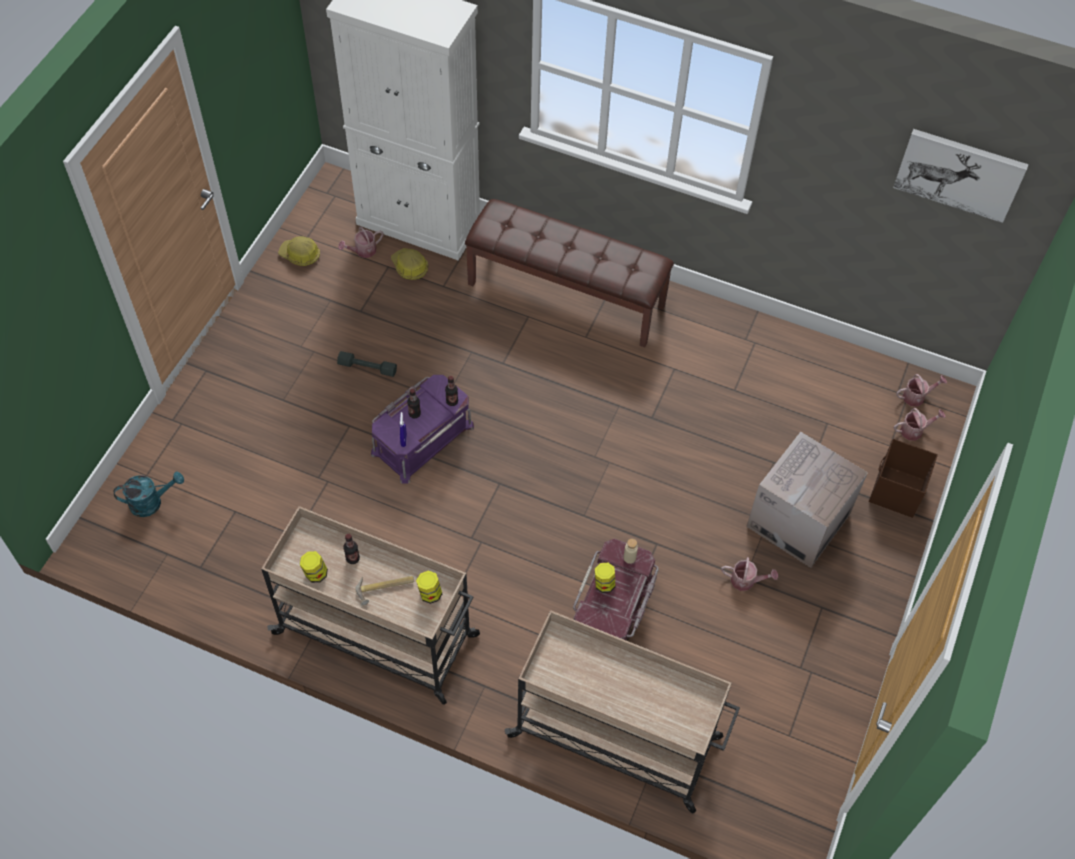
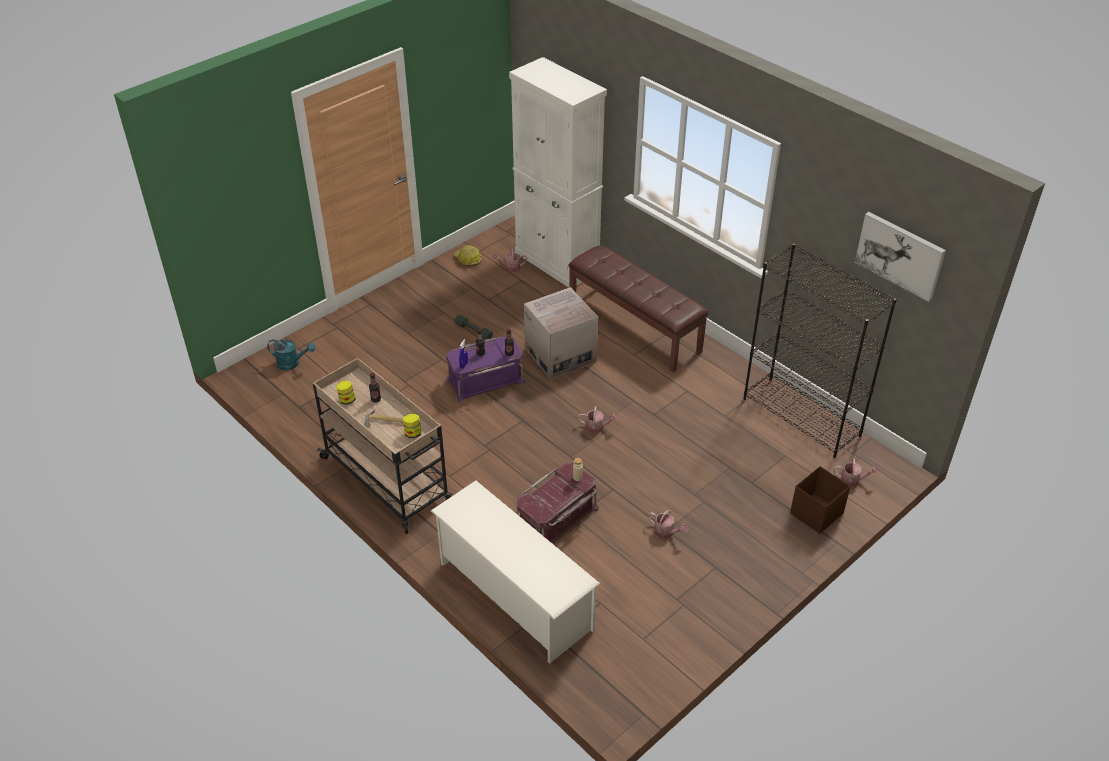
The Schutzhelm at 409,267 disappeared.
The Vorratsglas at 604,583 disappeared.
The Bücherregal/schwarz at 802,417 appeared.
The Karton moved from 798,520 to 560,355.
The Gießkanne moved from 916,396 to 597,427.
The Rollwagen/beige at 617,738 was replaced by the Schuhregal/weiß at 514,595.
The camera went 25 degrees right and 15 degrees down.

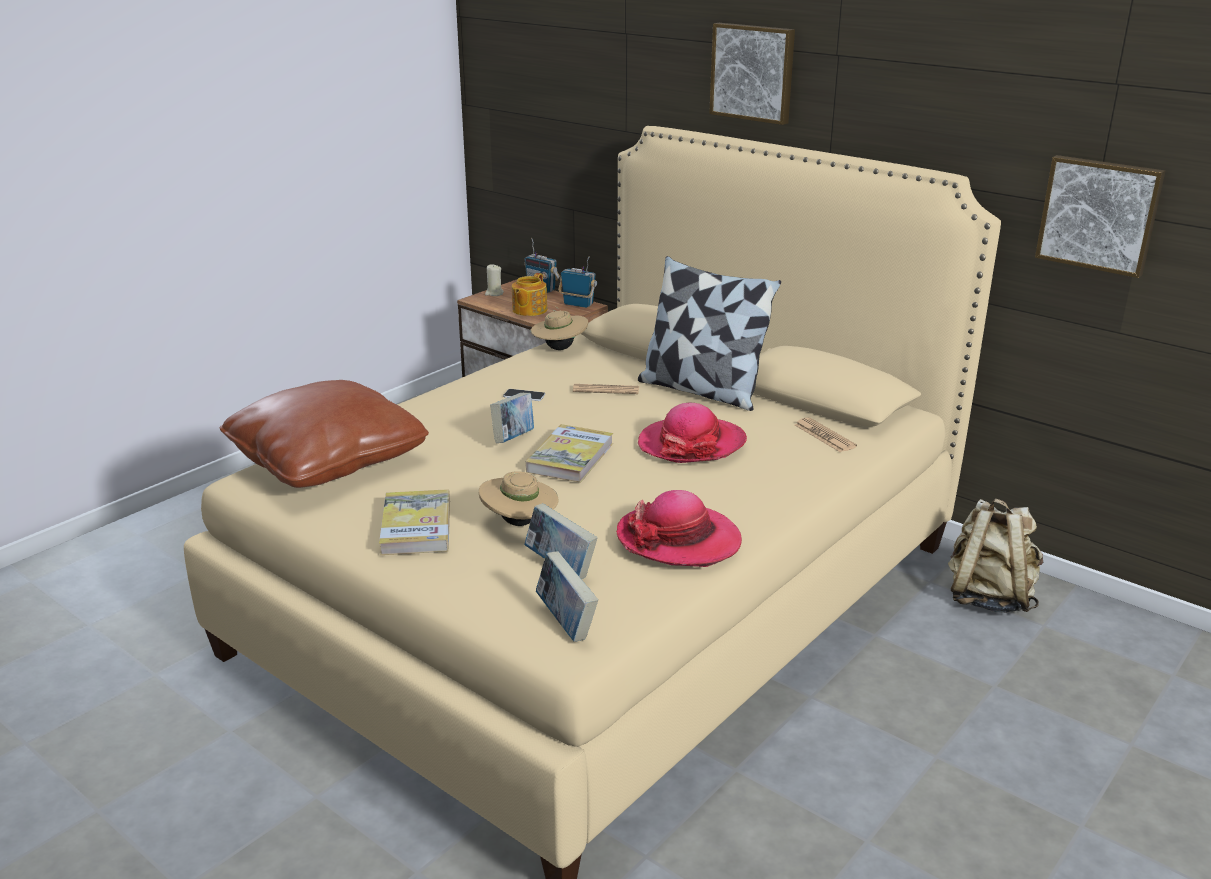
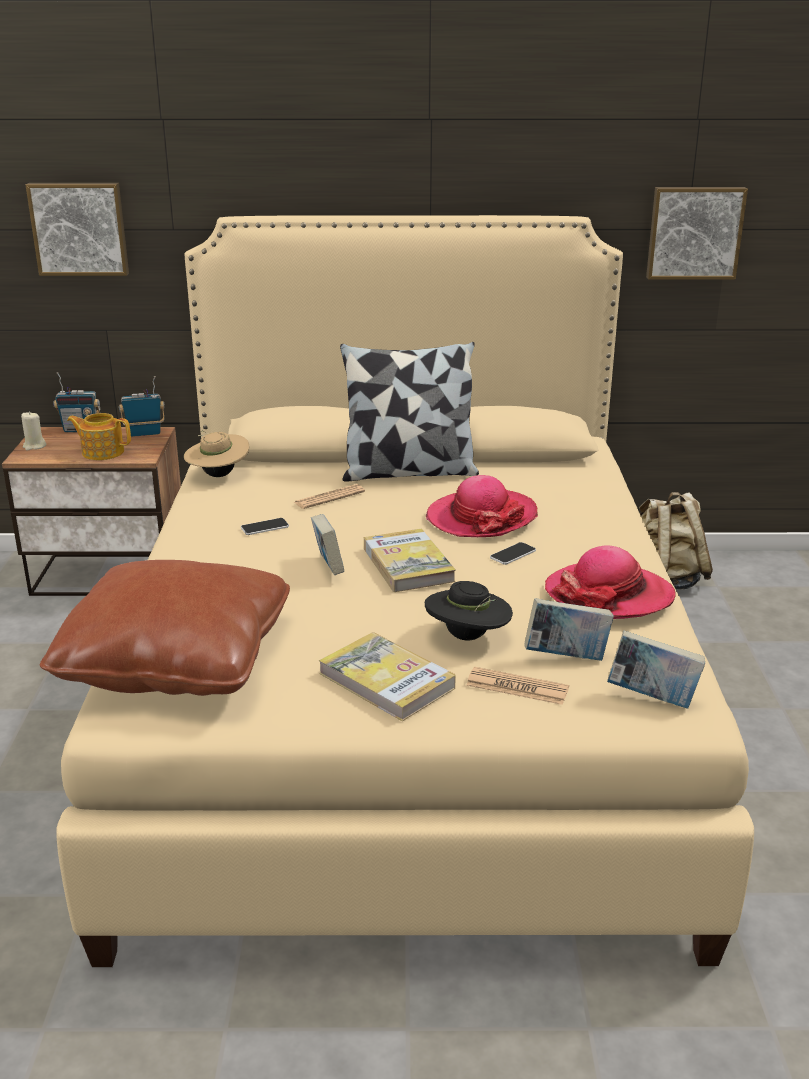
The Handy at 513,554 appeared.
The Bild moved from 753,72 to 79,228.
The Zeitung moved from 824,436 to 517,687.
The Hut/beige at 519,523 became the Hut/schwarz at 467,637.
The Teekanne at 529,310 turned 120 degrees clockwise.
The camera went 40 degrees left and 0 degrees up.

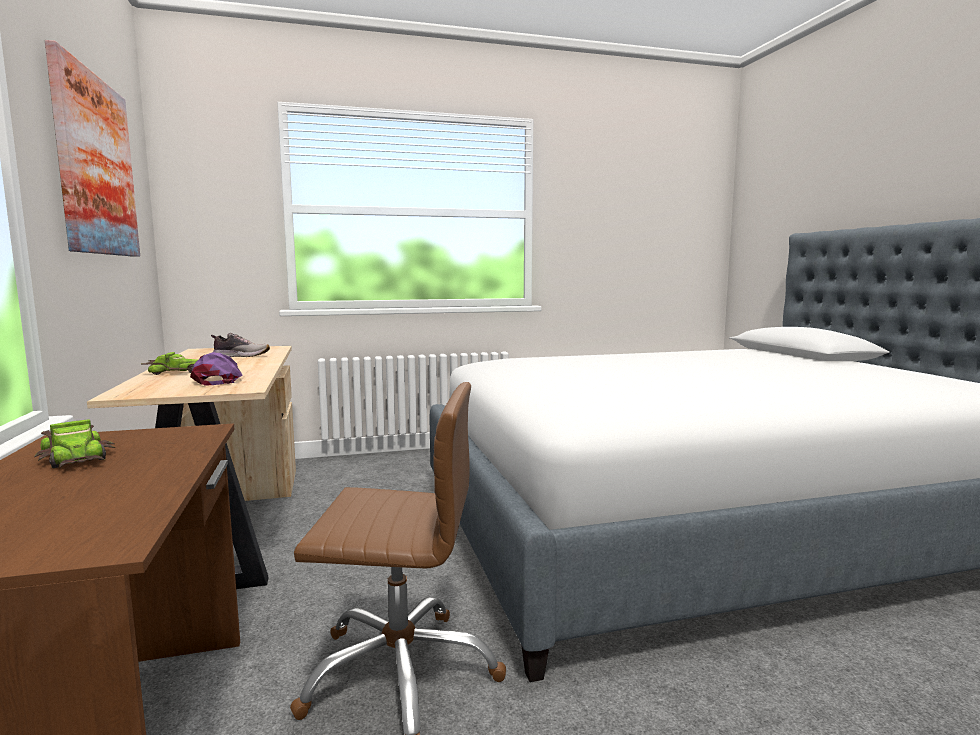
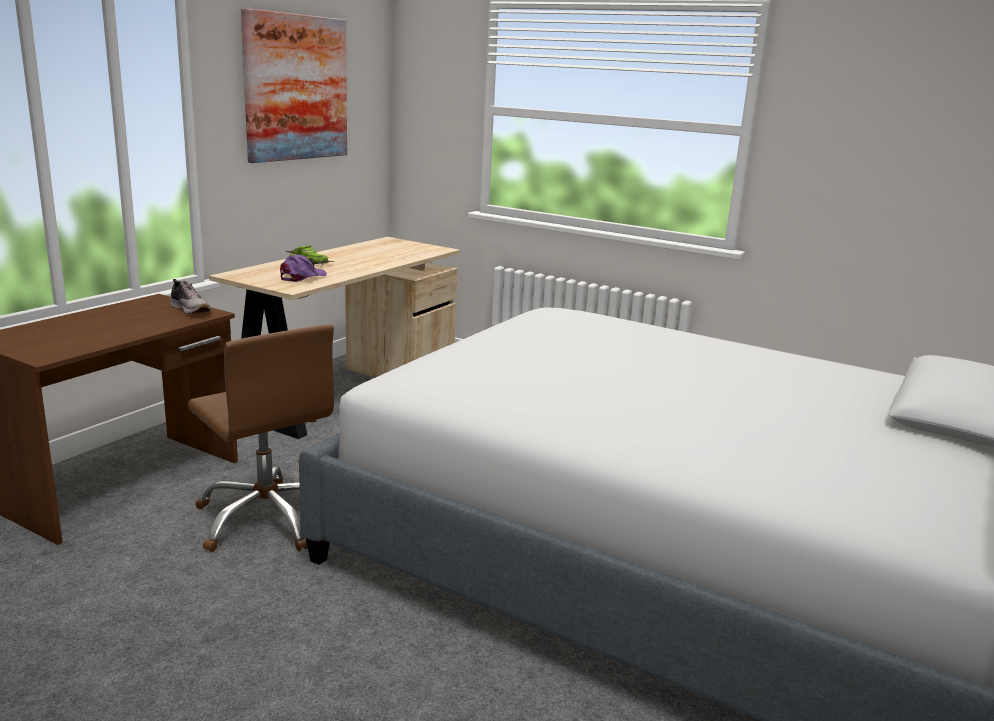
The Spielzeugauto at 76,457 disappeared.
The Schuh moved from 241,356 to 191,310.
The camera went 45 degrees right and 10 degrees up.

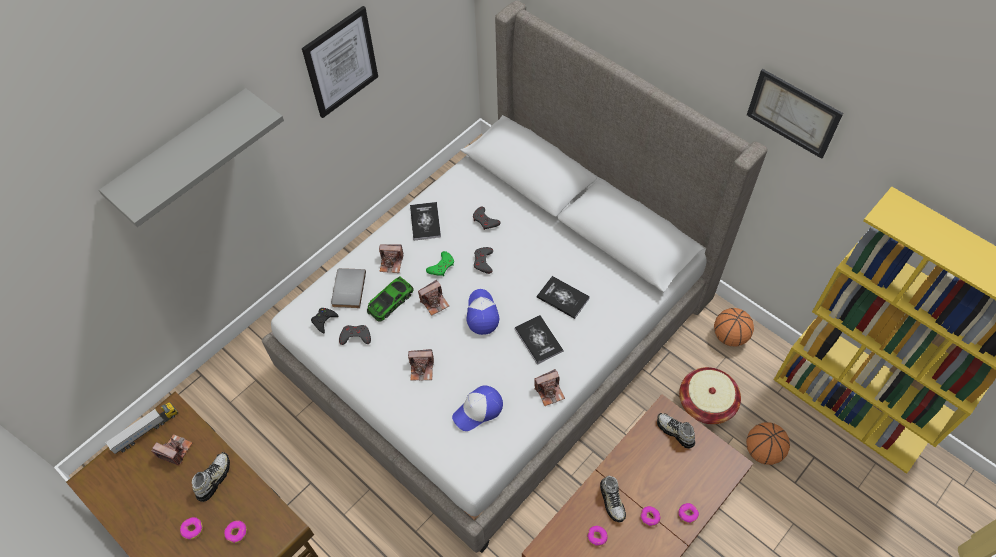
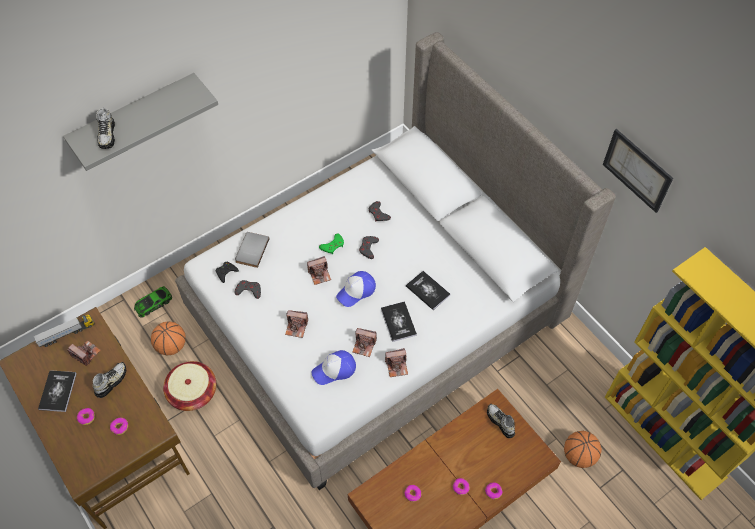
The Bild at 341,62 disappeared.
The Spielzeugauto moved from 390,301 to 153,303.
The Kamera moved from 391,263 to 364,345.
The Buch moved from 425,221 to 58,391.
The Schuh moved from 612,501 to 107,135.
The Korb moved from 706,403 to 192,392.
The Basketball moved from 729,336 to 171,346.
The Kappe at 481,313 turned 135 degrees counterclockwise.
The camera went 10 degrees right and 0 degrees up.

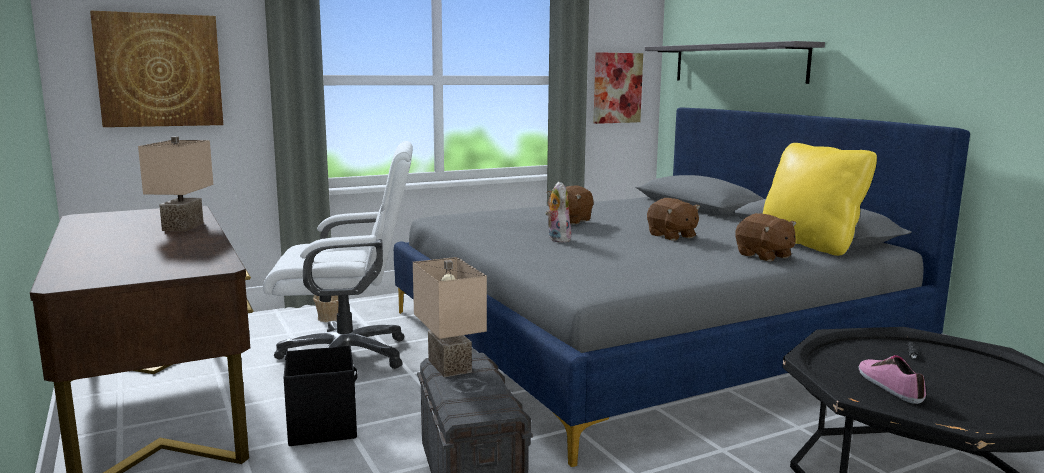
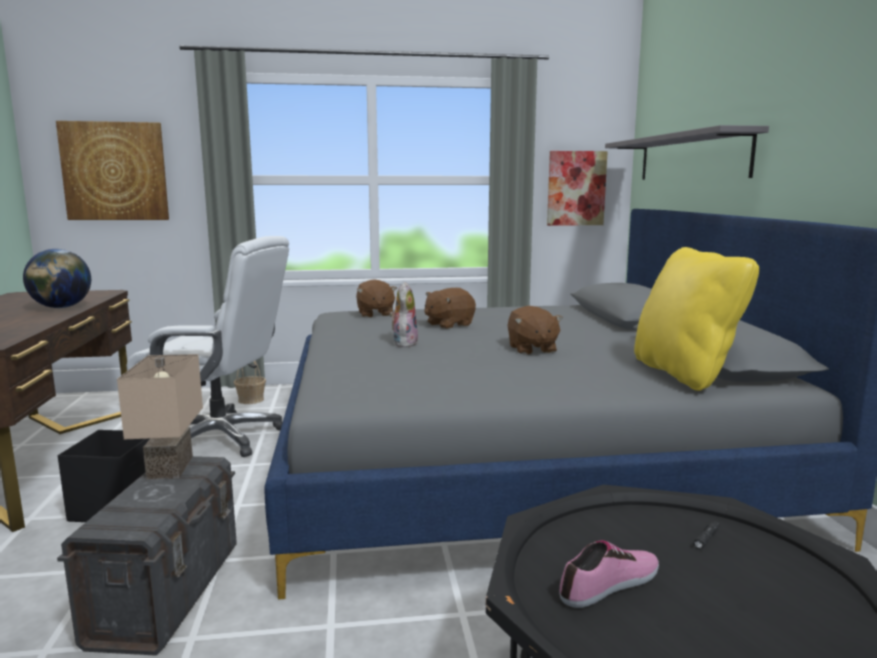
The Plüschtier/braun moved from 764,256 to 375,314.
The Tischlampe/beige at 185,227 was replaced by the Globus at 61,307.
The Schuh at 890,385 turned 45 degrees clockwise.
The camera went 20 degrees right and 0 degrees up.

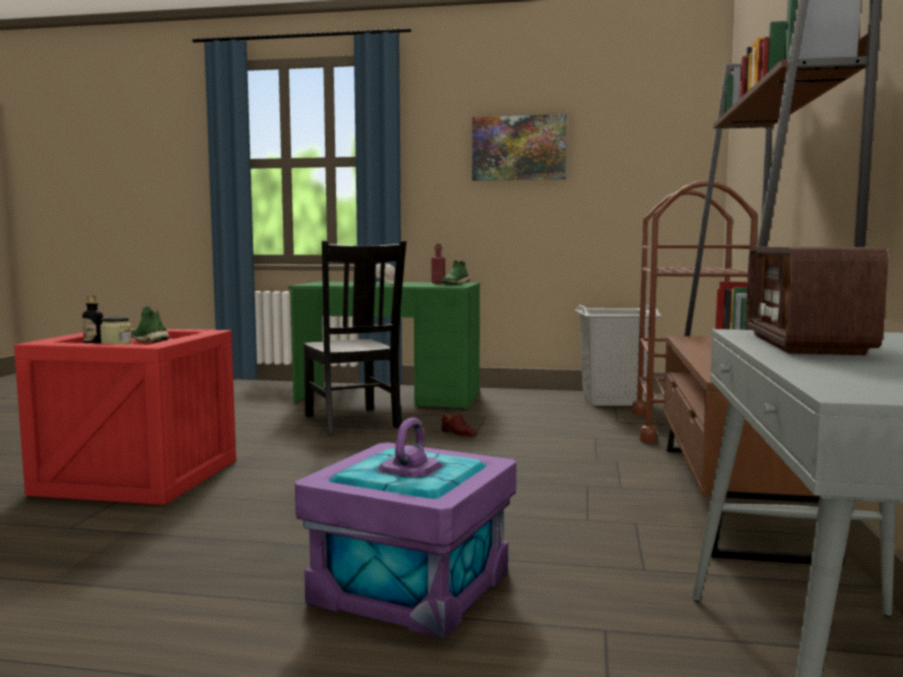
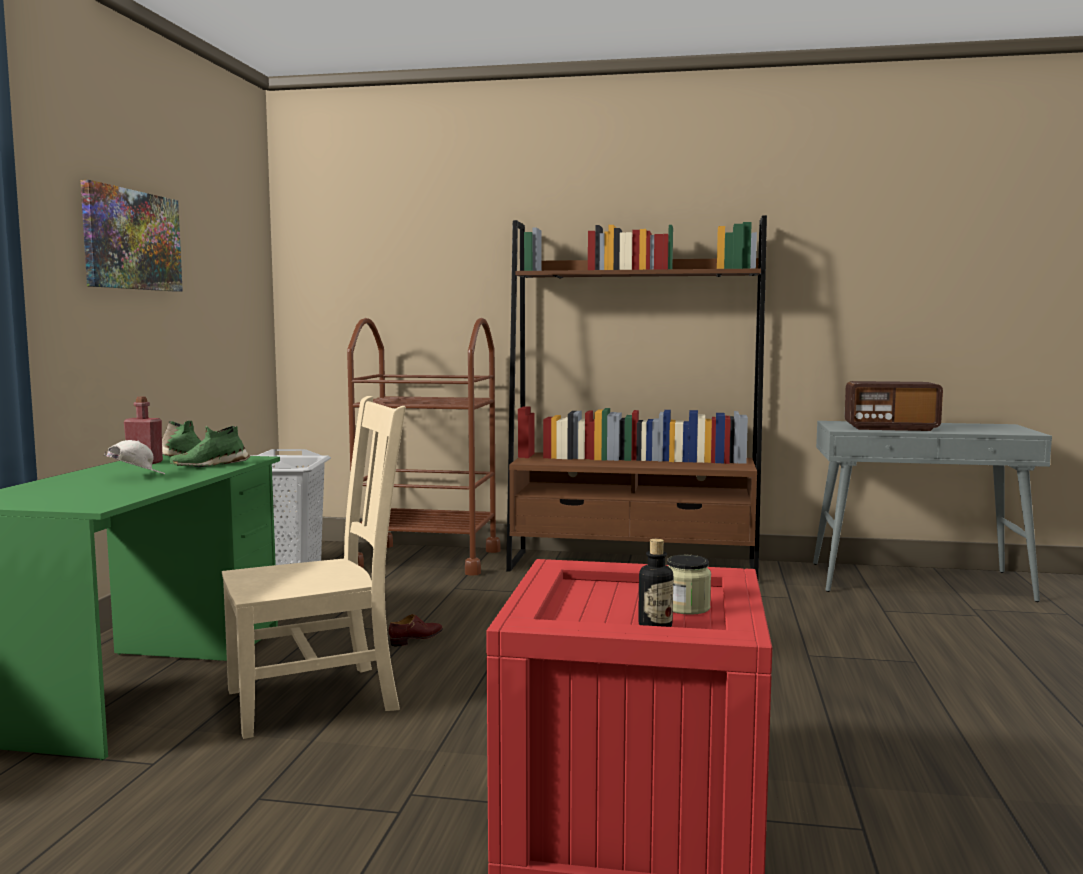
The Aufbewahrungsbox/lila at 412,588 disappeared.
The Schuh/grün moved from 151,341 to 209,465.
The Stuhl/schwarz at 352,422 became the Stuhl/beige at 318,699.
The camera went 90 degrees left and 0 degrees up.

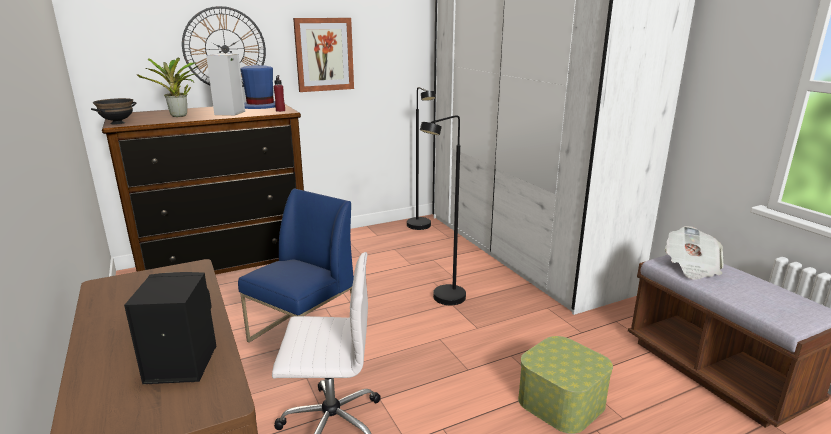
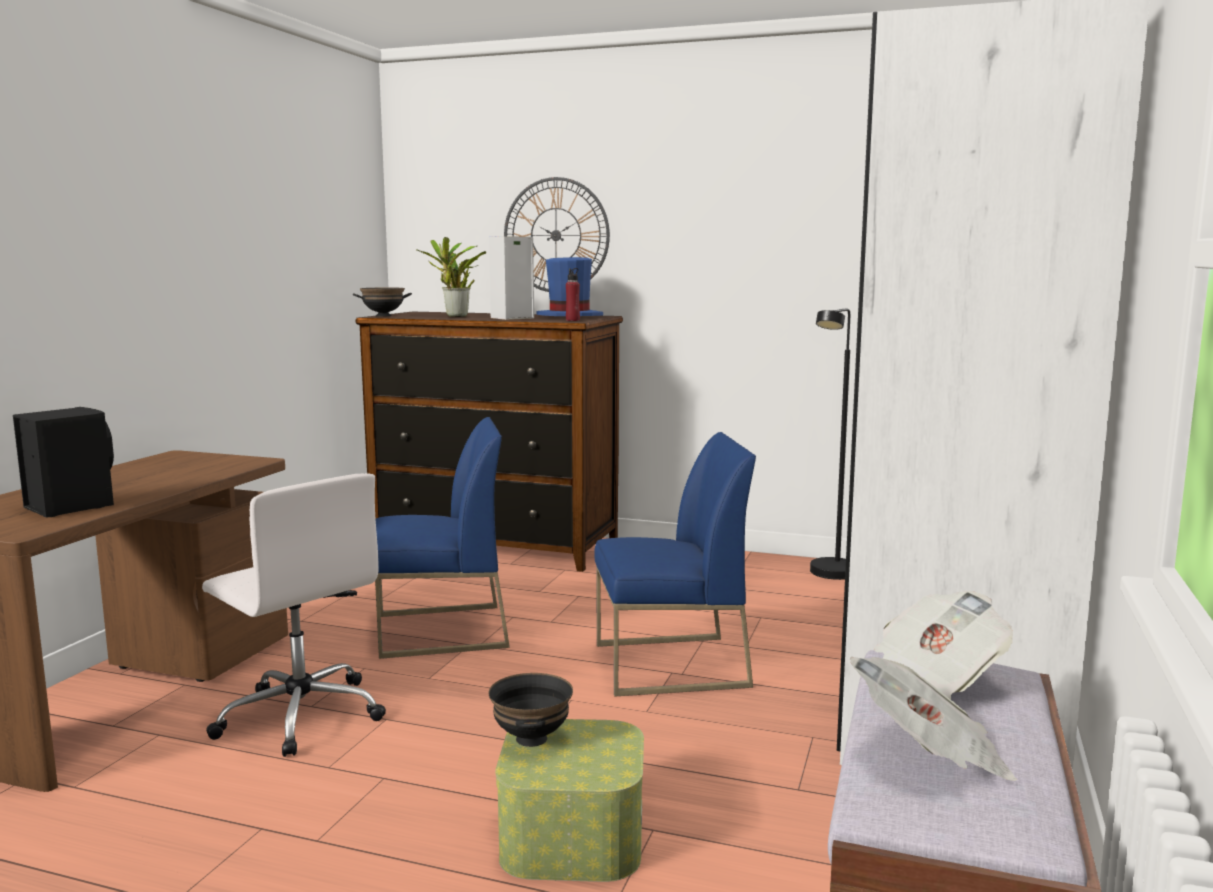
The Bild at 324,54 disappeared.
The Schüssel/schwarz at 530,739 appeared.
The Zeitung at 930,756 appeared.
The Stehlampe/schwarz at 444,301 was replaced by the Stuhl/blau at 669,666.
The camera went 45 degrees right and 10 degrees down.

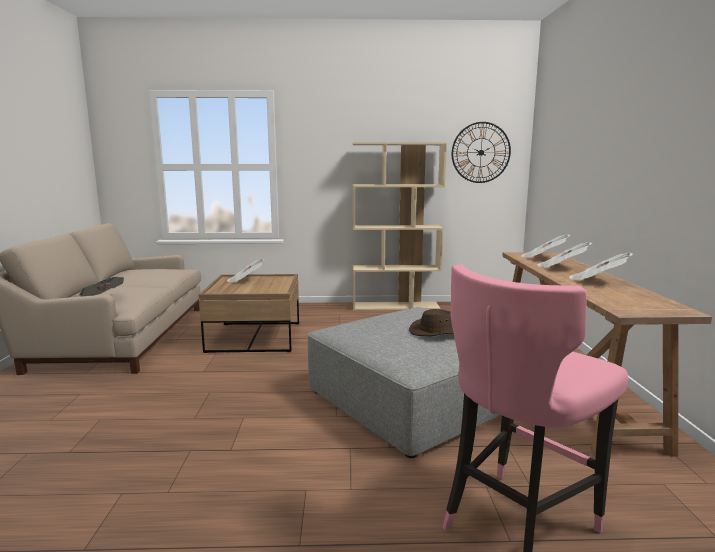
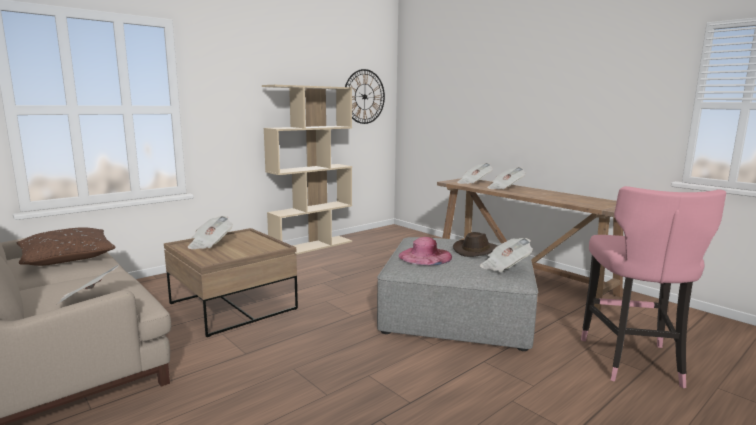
The Kissen/braun at 67,257 appeared.
The Hut/rosa at 425,256 appeared.
The Zeitung moved from 597,281 to 504,267.
The camera went 40 degrees left and 0 degrees up.

